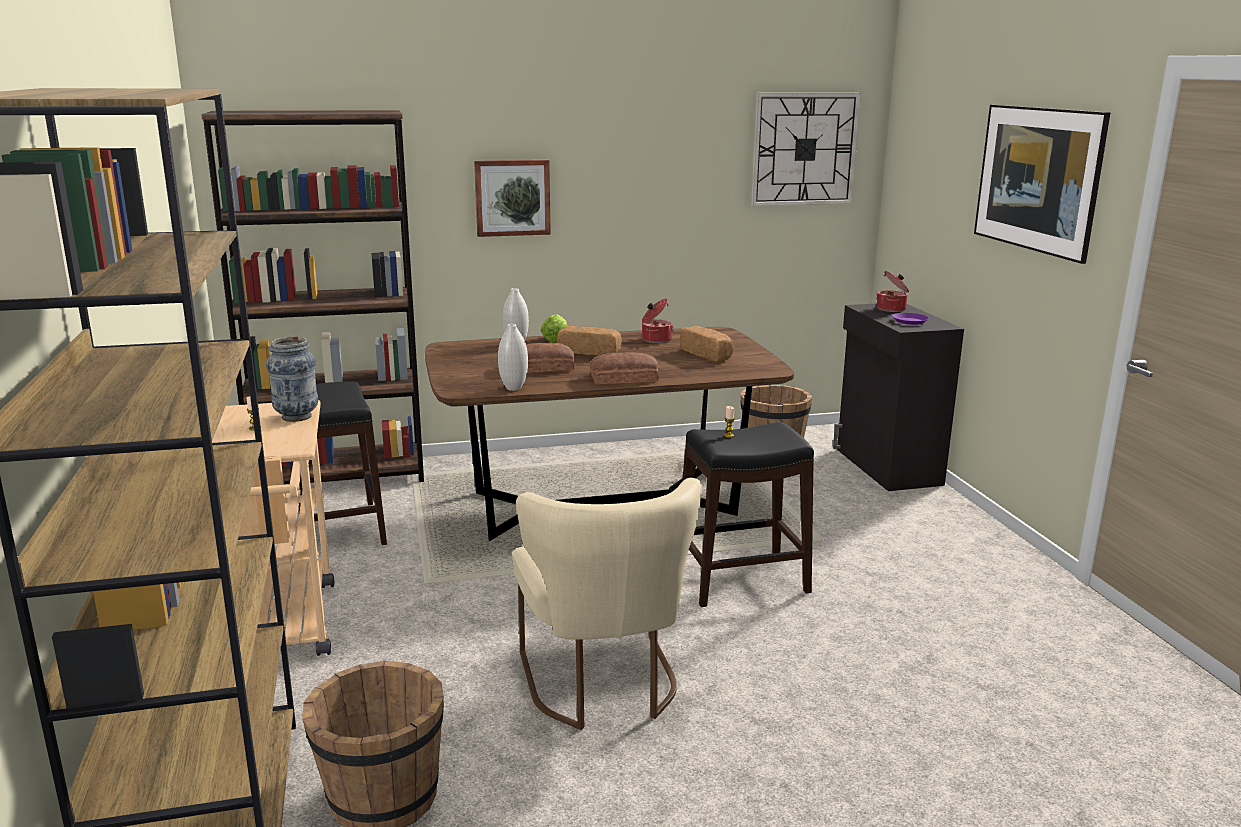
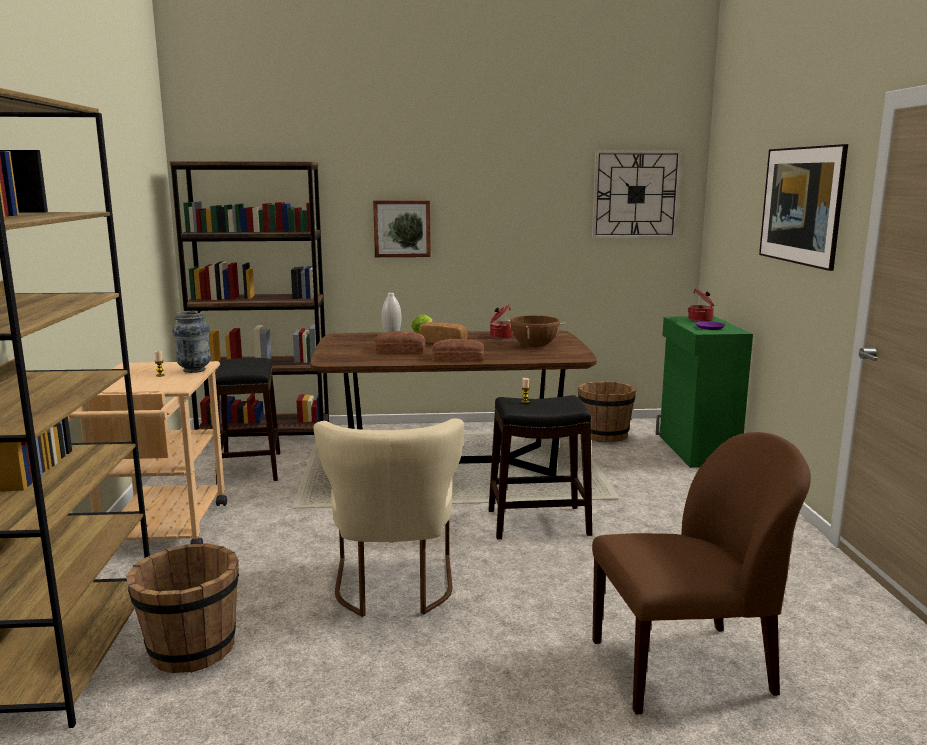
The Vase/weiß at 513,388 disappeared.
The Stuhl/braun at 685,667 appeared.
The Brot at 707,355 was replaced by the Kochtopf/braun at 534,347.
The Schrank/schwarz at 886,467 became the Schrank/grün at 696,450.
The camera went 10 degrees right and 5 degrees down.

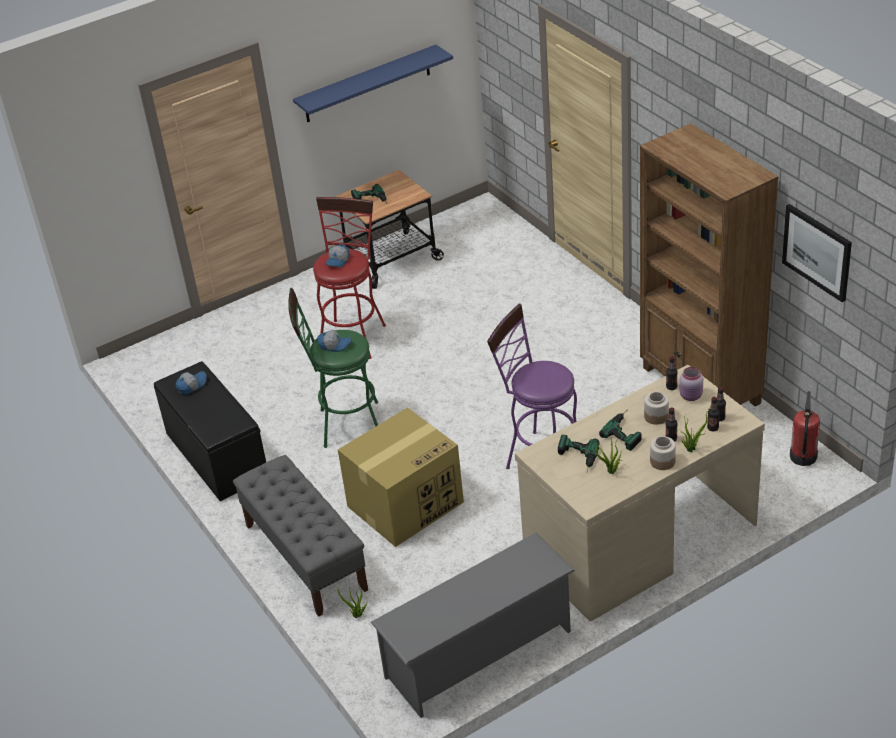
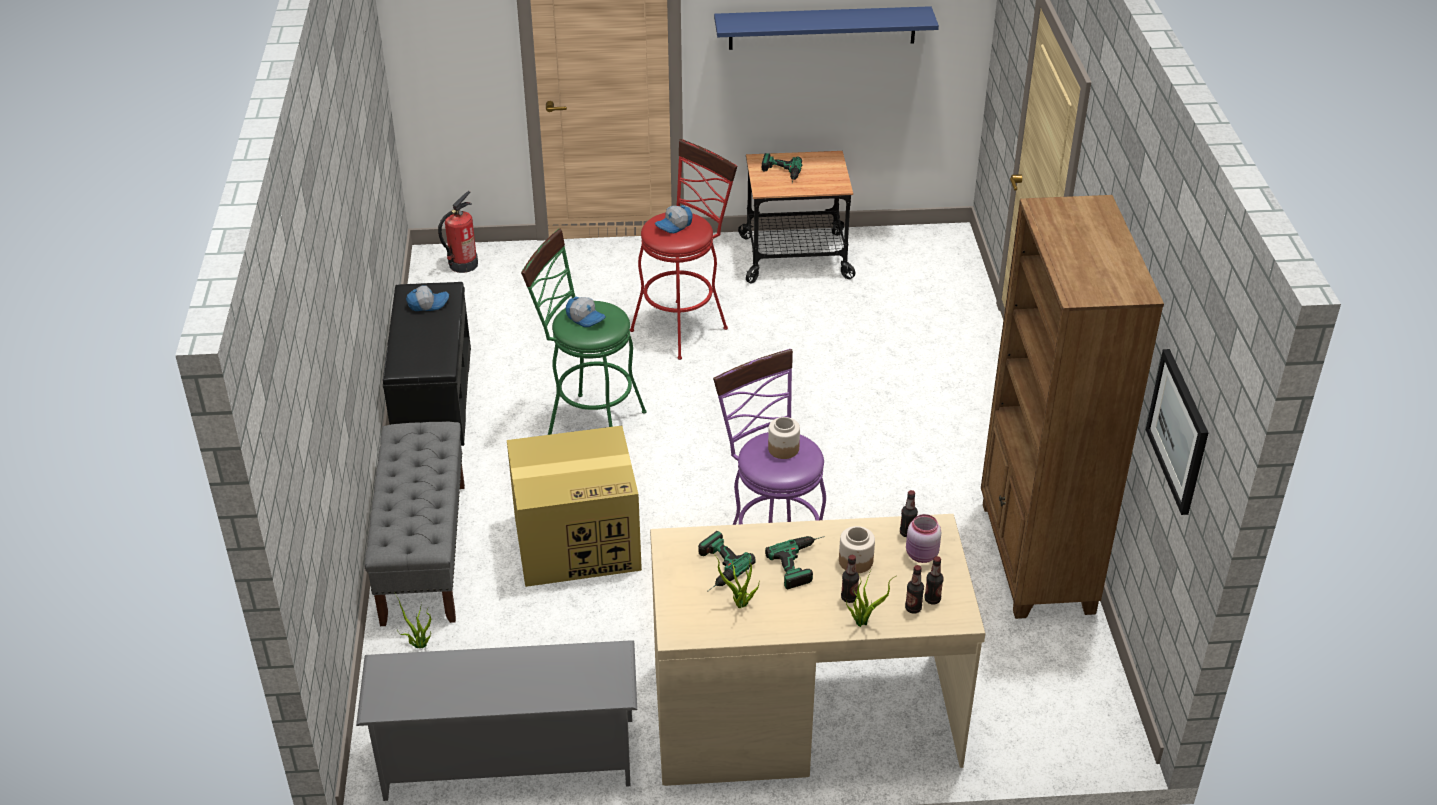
The Vorratsglas moved from 662,461 to 783,449.
The Feuerlöscher moved from 803,457 to 463,264.
The camera went 25 degrees right and 0 degrees up.

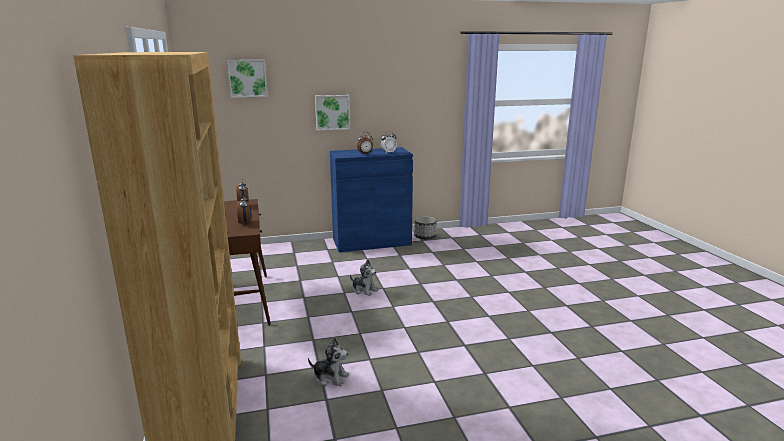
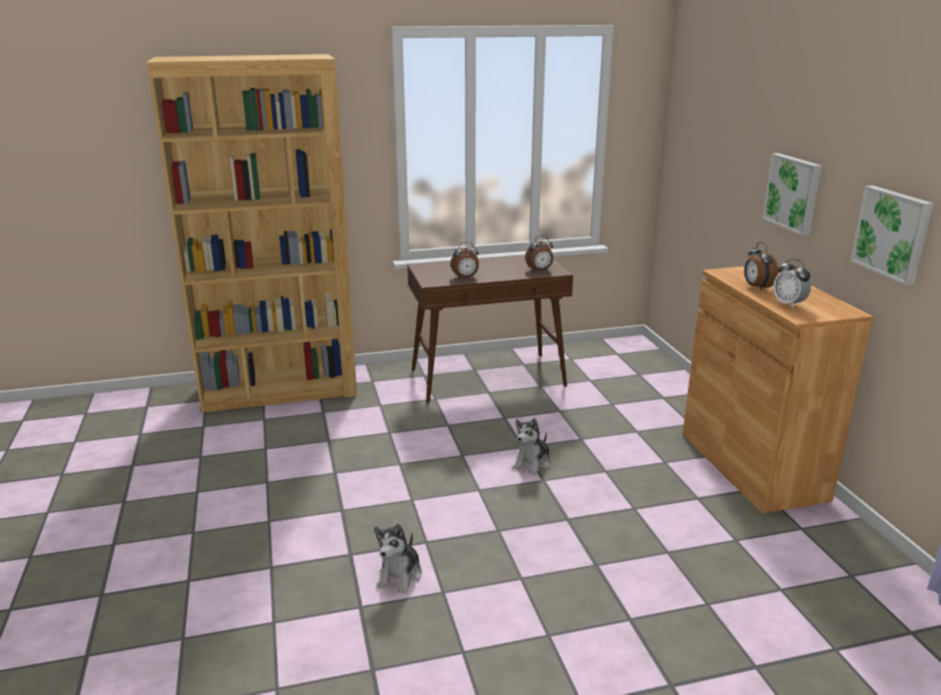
The Pflanzkübel at 425,236 disappeared.
The Bild moved from 247,78 to 893,233.
The Plüschtier moved from 330,377 to 400,575.
The Schrank/blau at 371,242 became the Schrank/braun at 752,465.
The camera went 90 degrees right and 5 degrees up.

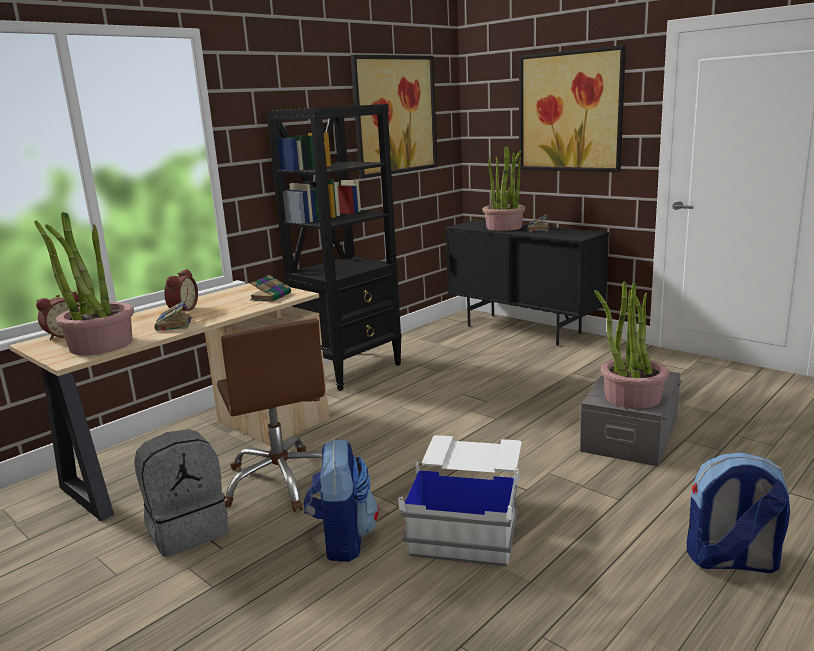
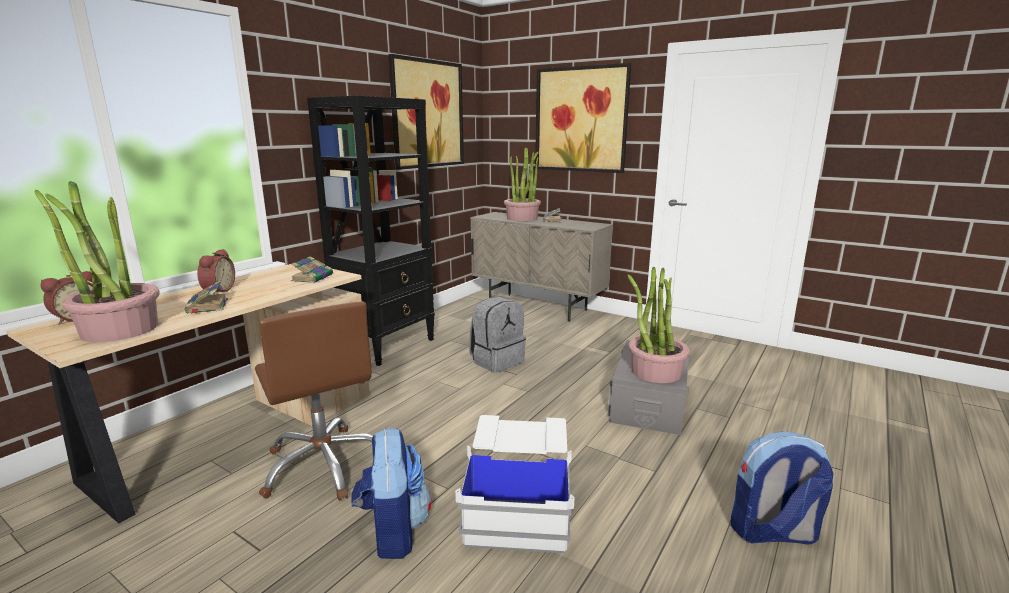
The Rucksack/grau moved from 188,530 to 497,361.
The Schrank/schwarz at 523,330 became the Schrank/beige at 537,307.
The camera went 10 degrees left and 0 degrees up.

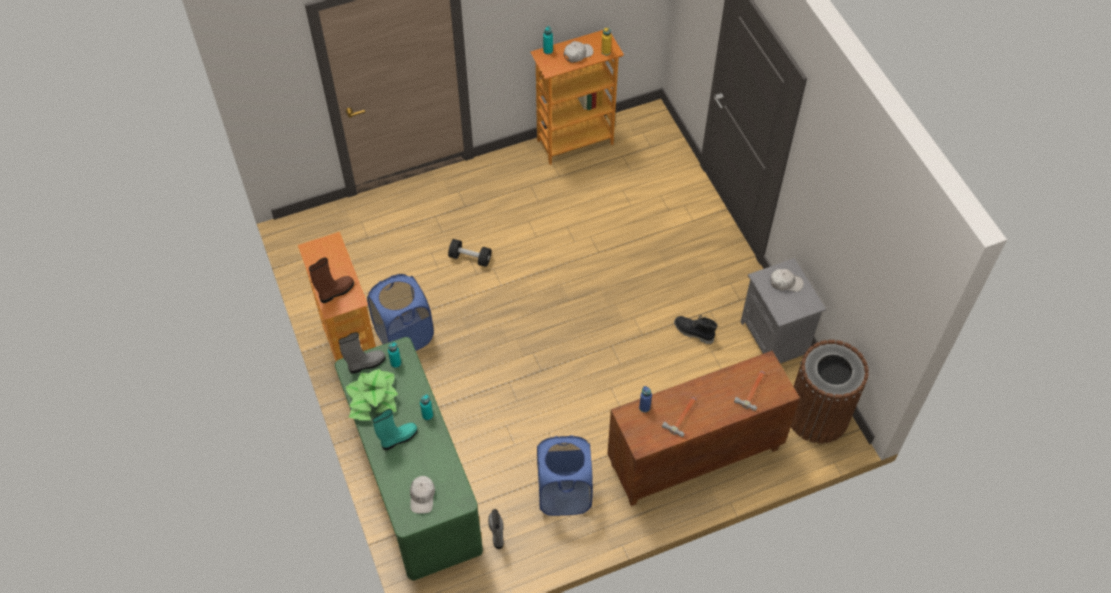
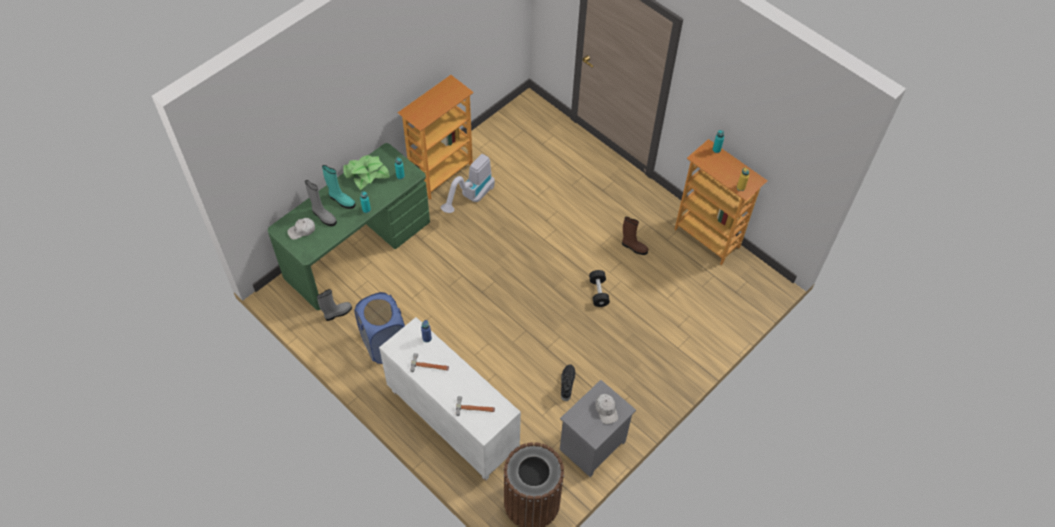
The Kappe/weiß at 577,54 disappeared.
The Stiefel/braun moved from 335,292 to 633,247.
The Stiefel/grau moved from 365,364 to 323,216.
The Hantel/schwarz moved from 470,258 to 598,292.
The Wäschekorb/blau at 404,335 was replaced by the Staubsauger at 470,198.
The Schrank/braun at 694,458 became the Schrank/weiß at 451,421.
The camera went 65 degrees right and 0 degrees up.

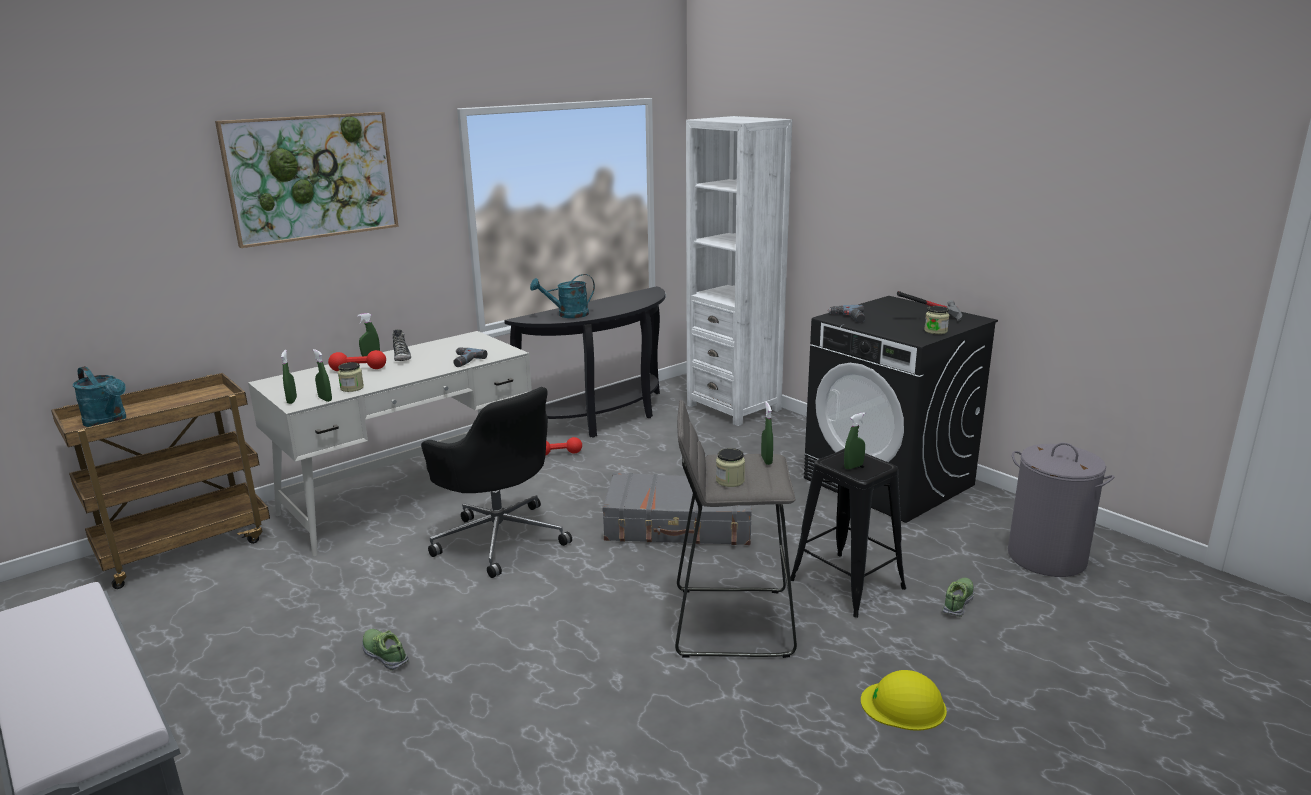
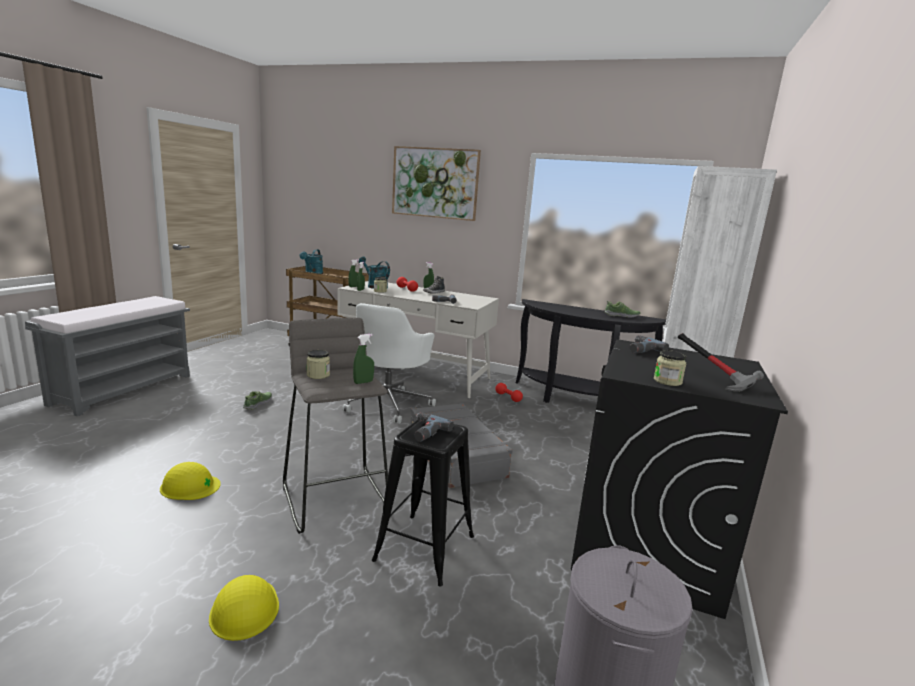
The Schutzhelm/gelb at 190,486 appeared.
The Gießkanne/türkis moved from 567,315 to 374,286.
The Schuh moved from 958,602 to 621,316.
The Sprühflasche/grün at 853,466 was replaced by the Bohrmaschine at 424,431.
The Bürostuhl/schwarz at 500,538 became the Bürostuhl/weiß at 388,404.
The camera went 60 degrees right and 5 degrees down.

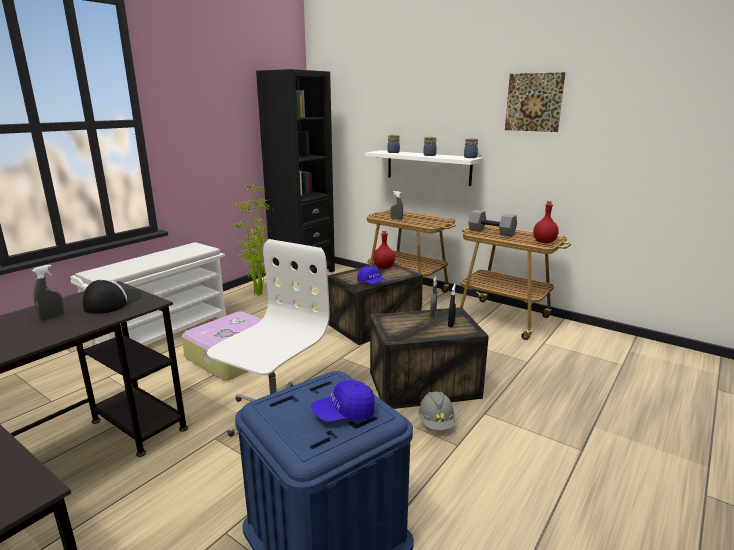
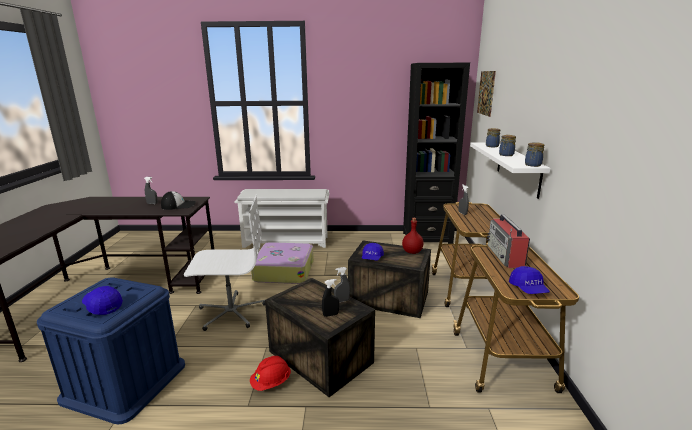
The Topfpflanze at 260,294 disappeared.
The Bild moved from 533,102 to 486,93.
The Hantel/grau at 492,232 was replaced by the Radio at 505,256.
The Flasche/rot at 544,242 was replaced by the Kappe/blau at 528,289.
The Schutzhelm/grau at 436,422 became the Schutzhelm/rot at 271,383.
The camera went 55 degrees right and 0 degrees up.

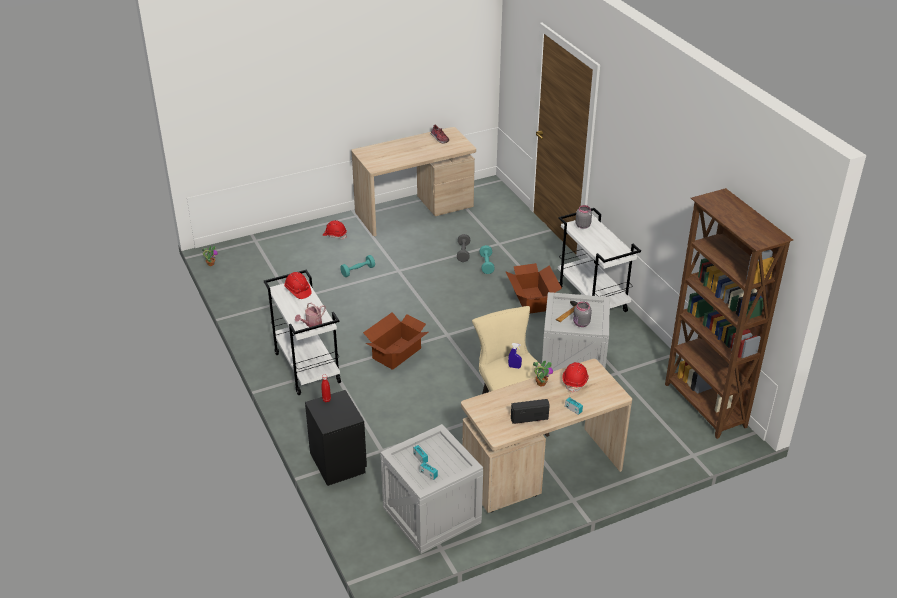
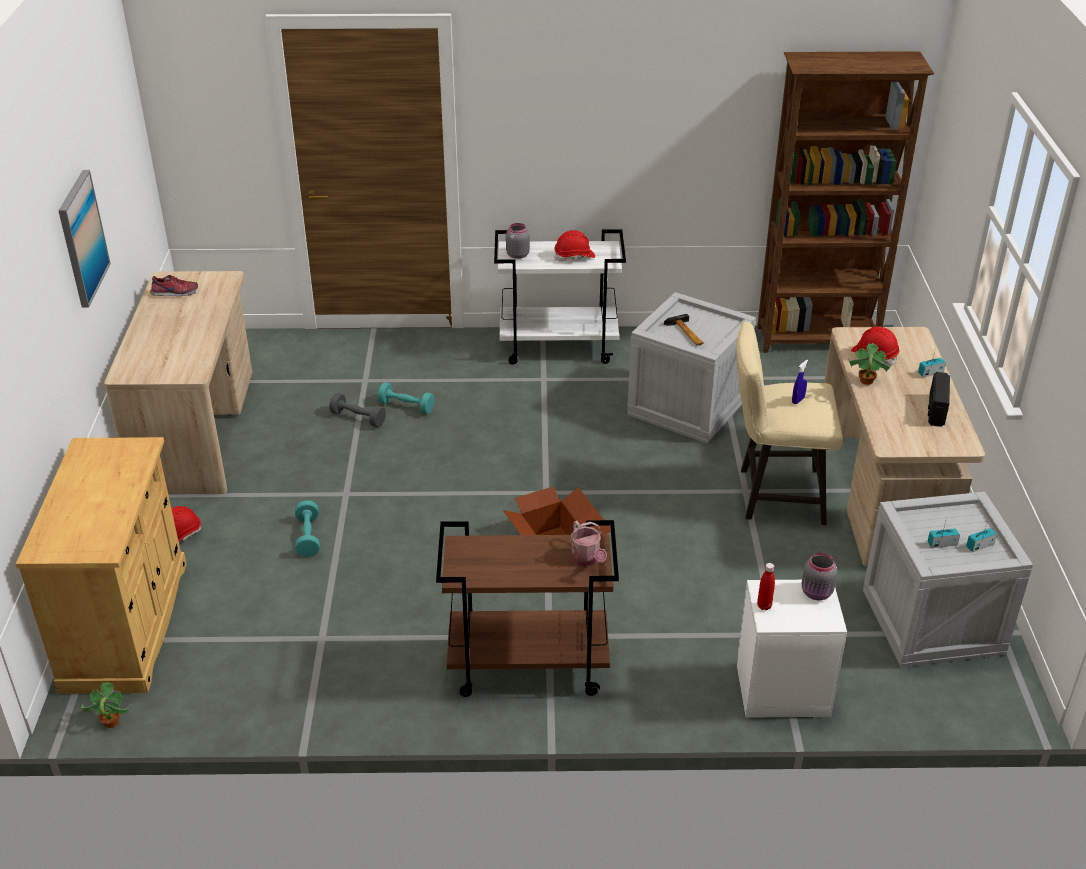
The Karton at 532,300 disappeared.
The Schrank/beige at 126,625 appeared.
The Bild at 82,238 appeared.
The Schutzhelm/rot moved from 298,291 to 574,256.
The Vorratsglas/grau moved from 581,324 to 817,593.
The Rollwagen/weiß at 306,368 became the Rollwagen/braun at 527,666.
The Nachttisch/schwarz at 338,461 became the Nachttisch/weiß at 780,689.
The camera went 65 degrees left and 0 degrees up.

